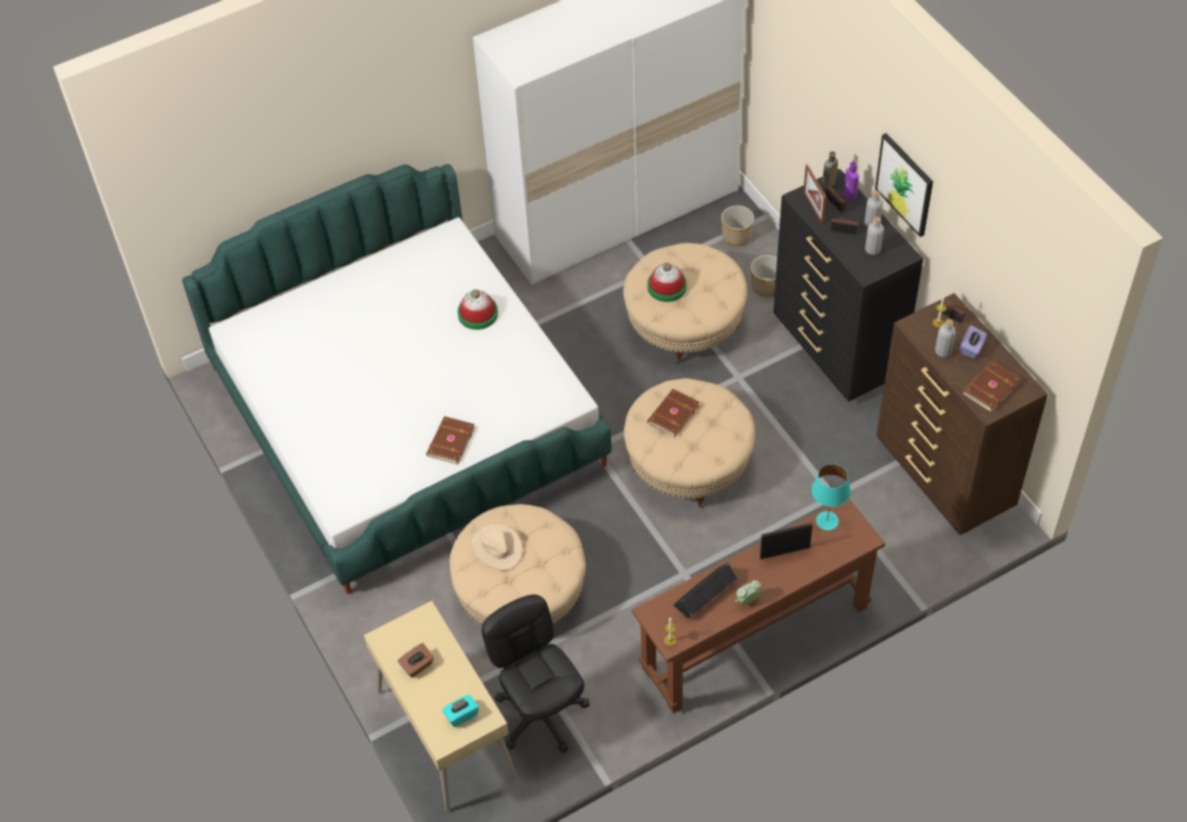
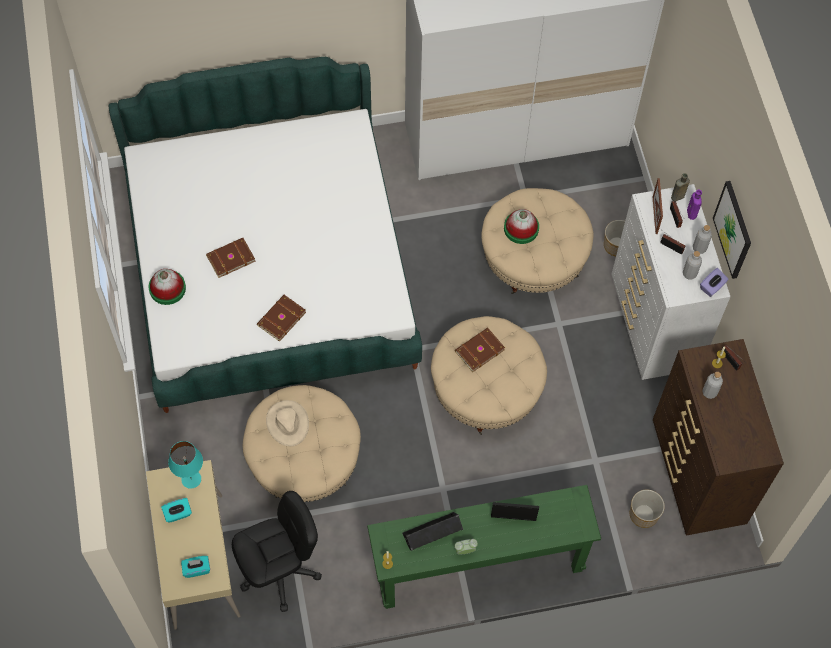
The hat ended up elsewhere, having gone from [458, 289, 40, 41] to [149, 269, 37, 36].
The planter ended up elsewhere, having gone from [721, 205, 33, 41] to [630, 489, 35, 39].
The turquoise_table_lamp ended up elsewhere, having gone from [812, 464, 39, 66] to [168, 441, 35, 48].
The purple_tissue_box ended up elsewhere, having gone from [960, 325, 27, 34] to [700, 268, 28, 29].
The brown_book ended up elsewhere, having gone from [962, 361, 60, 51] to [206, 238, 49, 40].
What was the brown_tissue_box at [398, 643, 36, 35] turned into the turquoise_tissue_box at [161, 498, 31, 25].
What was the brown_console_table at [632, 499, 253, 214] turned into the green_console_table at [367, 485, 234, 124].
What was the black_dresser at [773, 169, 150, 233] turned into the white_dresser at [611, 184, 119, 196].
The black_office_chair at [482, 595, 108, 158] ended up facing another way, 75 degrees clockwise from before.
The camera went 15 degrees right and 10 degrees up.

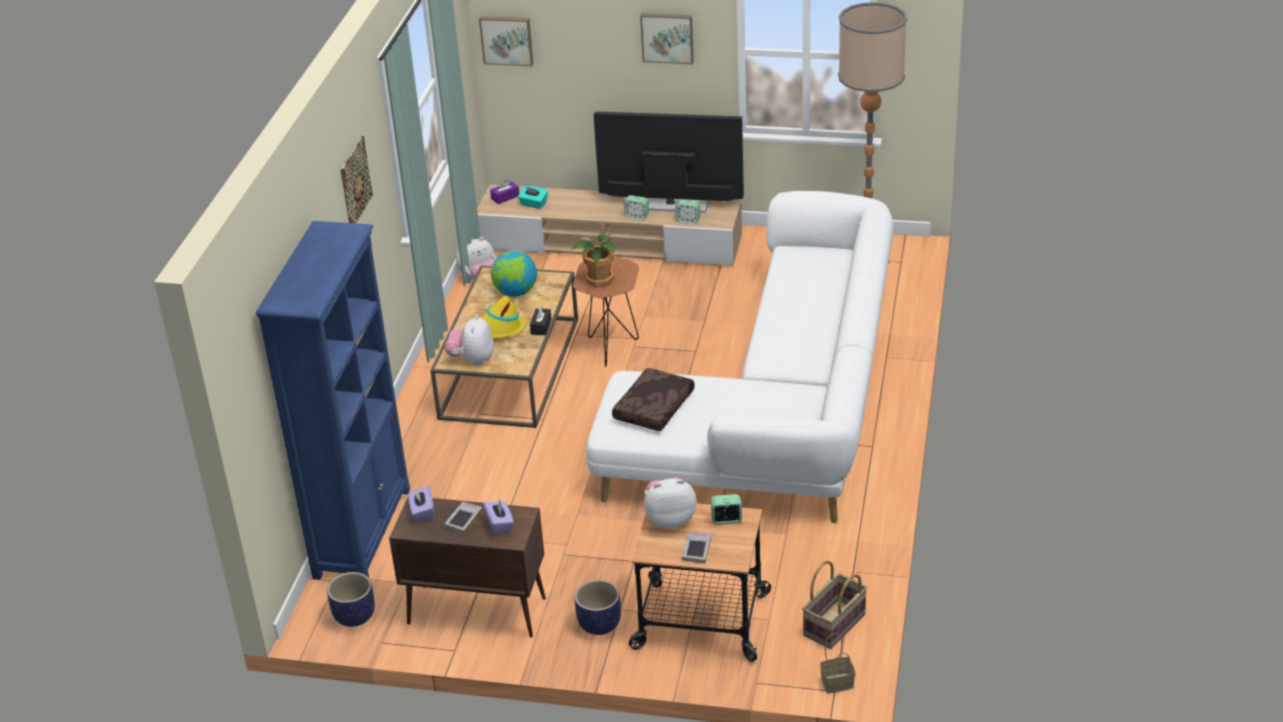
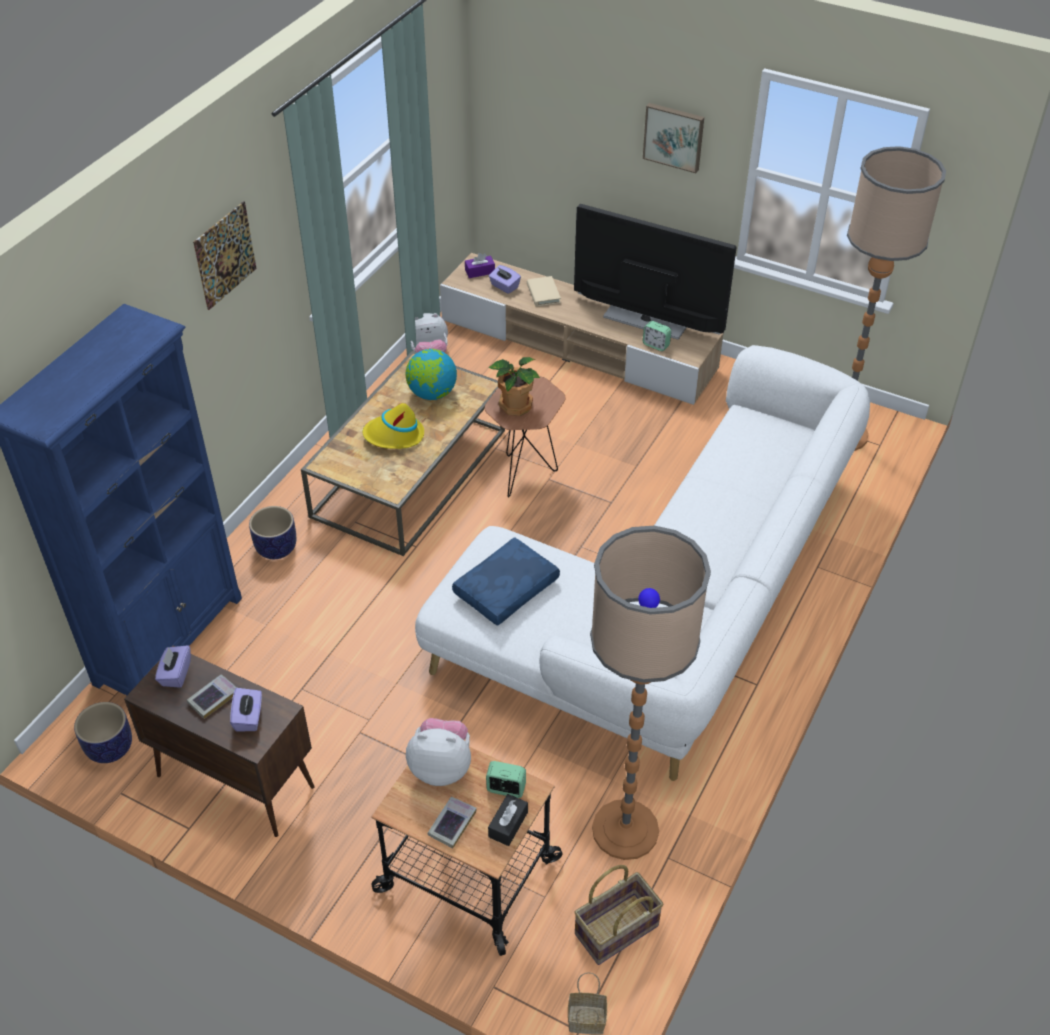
The second view lost the plush_toy at [445, 315, 49, 51].
The second view lost the picture at [479, 16, 55, 50].
The second view lost the alarm_clock at [624, 195, 25, 25].
The second view gained the beige_book at [527, 276, 34, 31].
The second view gained the floor_lamp at [590, 526, 121, 334].
The black_tissue_box ended up elsewhere, having gone from [530, 305, 21, 30] to [488, 794, 40, 52].
The planter ended up elsewhere, having gone from [574, 580, 47, 55] to [249, 506, 47, 53].
What was the turquoise_tissue_box at [518, 186, 30, 23] turned into the purple_tissue_box at [489, 265, 32, 29].
What was the brown_pillow at [612, 368, 83, 63] turned into the blue_pillow at [452, 537, 108, 89].
The camera went 15 degrees right and 10 degrees up.

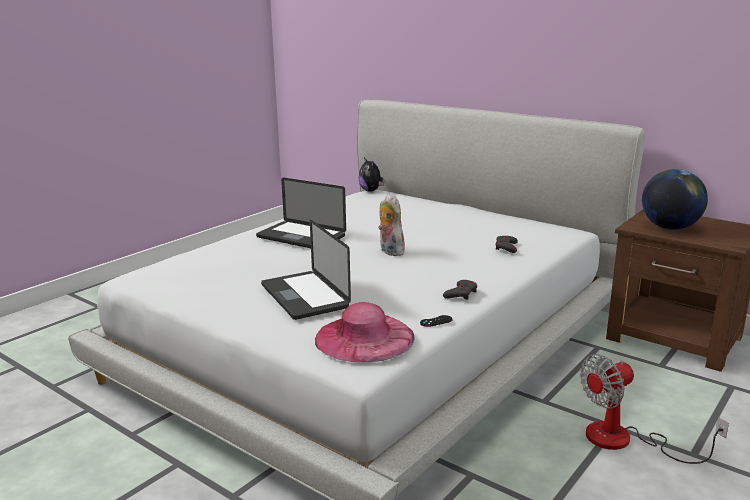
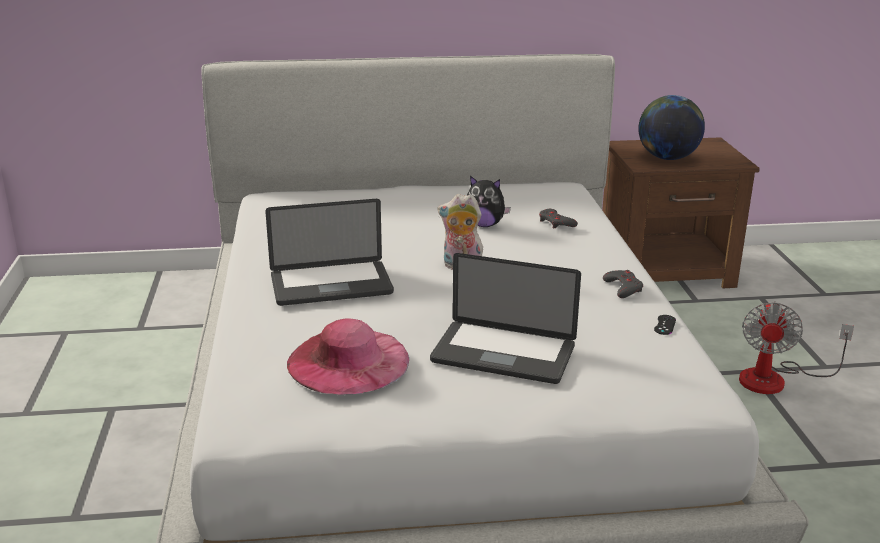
The pink_hat ended up elsewhere, having gone from [315, 302, 100, 60] to [287, 318, 122, 77].
The plush_toy ended up elsewhere, having gone from [359, 157, 25, 35] to [467, 176, 44, 51].
The camera went 45 degrees left and 5 degrees up.

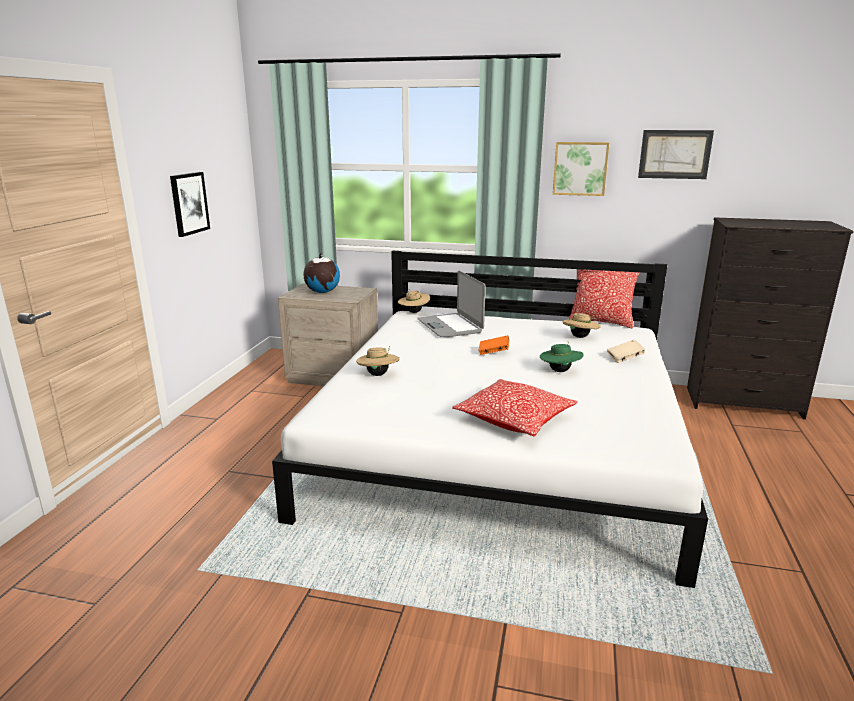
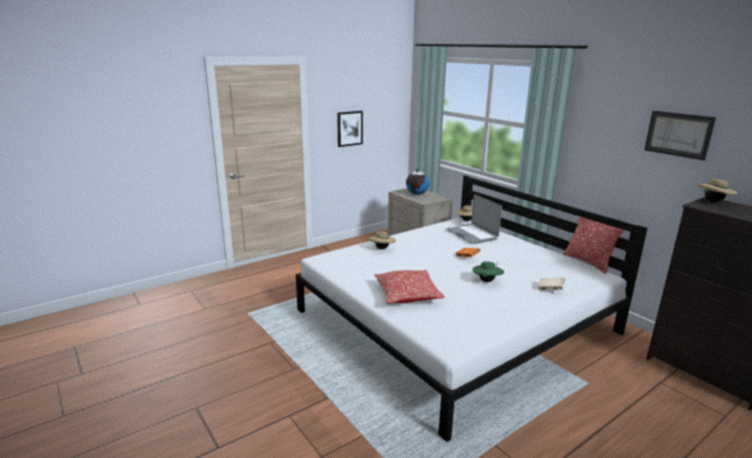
The second view lost the picture at [553, 142, 56, 54].
The beige_hat ended up elsewhere, having gone from [563, 313, 38, 25] to [697, 179, 41, 23].
The laptop at [417, 271, 69, 66] ended up facing another way, 45 degrees counterclockwise from before.
The camera went 40 degrees right and 0 degrees up.

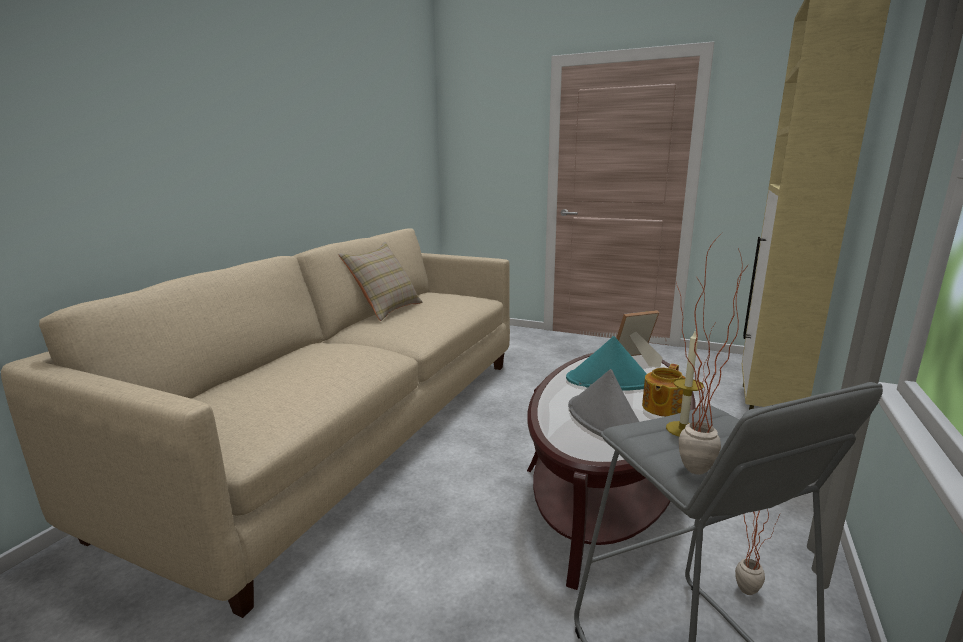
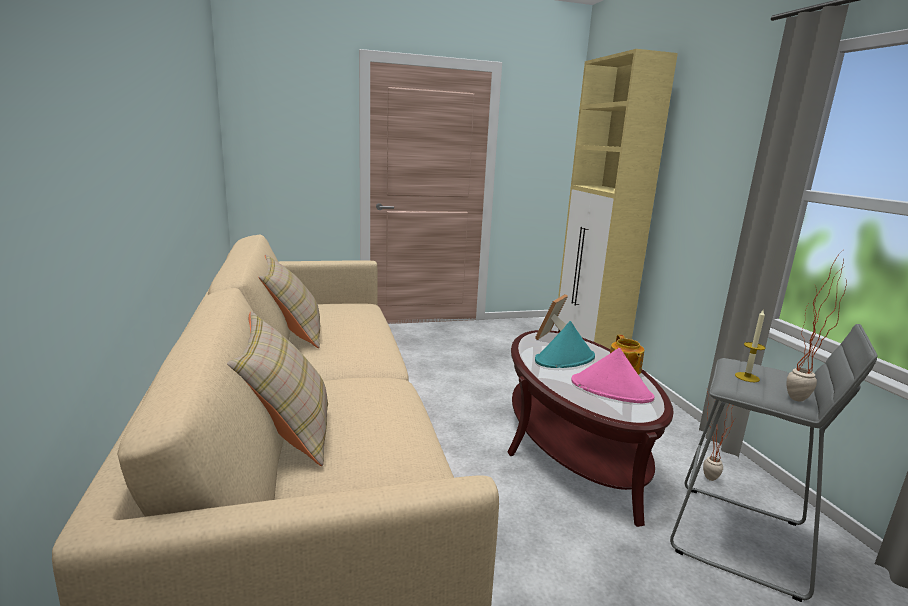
The second view gained the beige_pillow at [227, 311, 101, 155].
What was the grey_hat at [568, 369, 71, 68] turned into the pink_hat at [571, 348, 84, 55].
The camera went 40 degrees left and 0 degrees up.

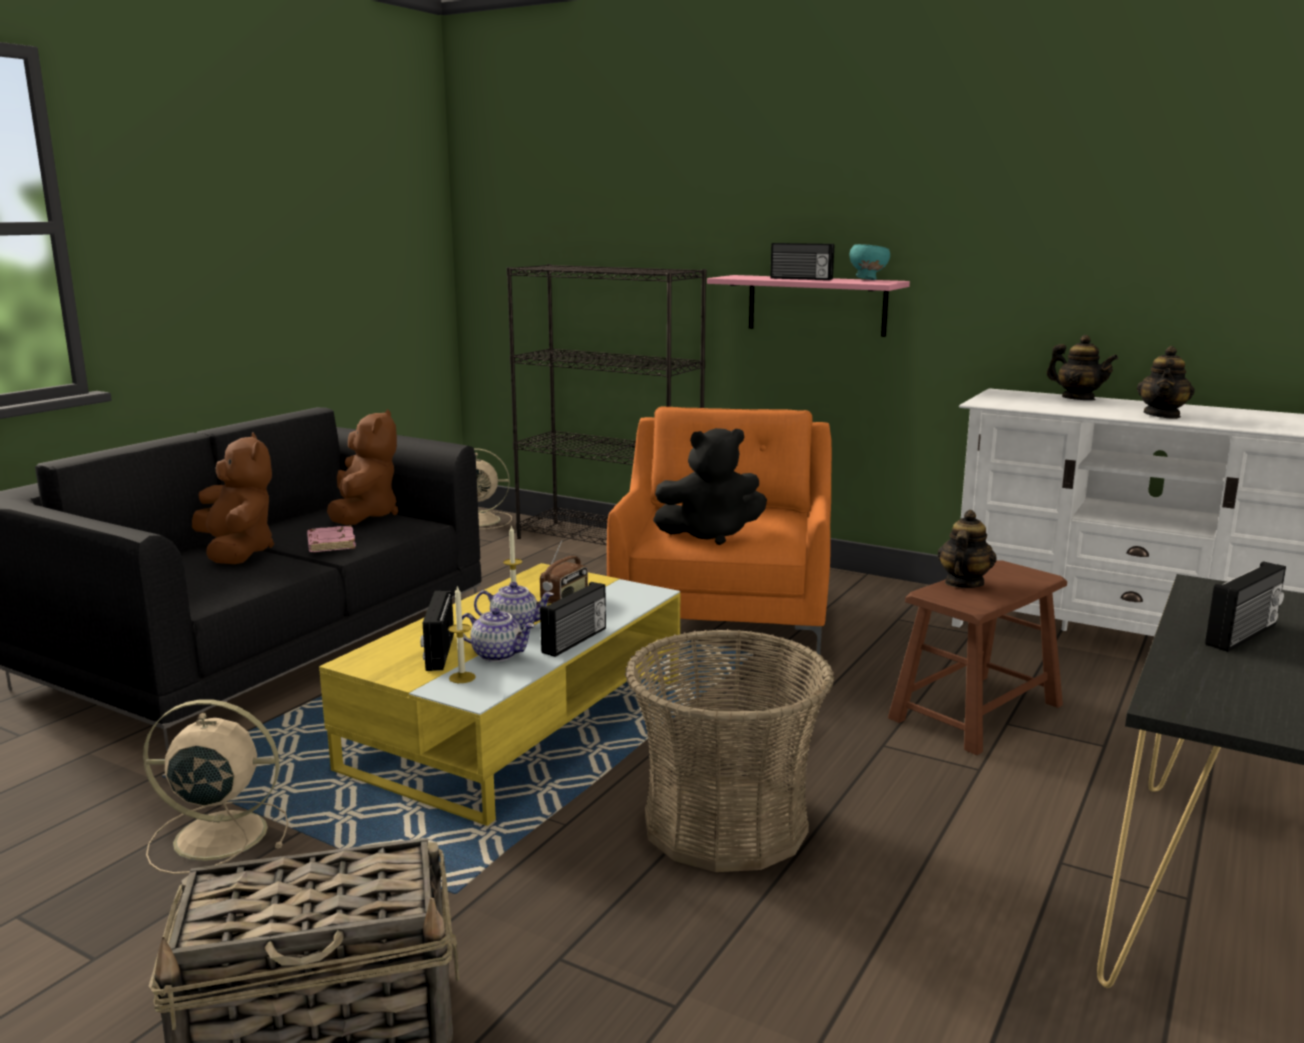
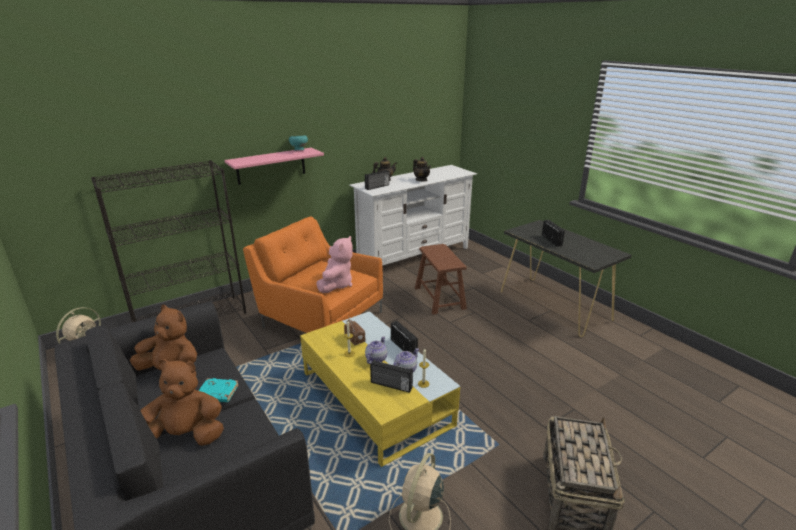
The second view lost the basket at [625, 629, 209, 243].
The second view lost the teapot at [938, 510, 59, 78].
The radio ended up elsewhere, having gone from [770, 243, 64, 37] to [365, 170, 24, 20].
What was the pink_book at [307, 525, 49, 27] turned into the turquoise_book at [199, 378, 40, 25].
What was the black_plush_toy at [653, 428, 114, 117] turned into the pink_plush_toy at [316, 236, 37, 57].
The camera went 65 degrees left and 10 degrees up.

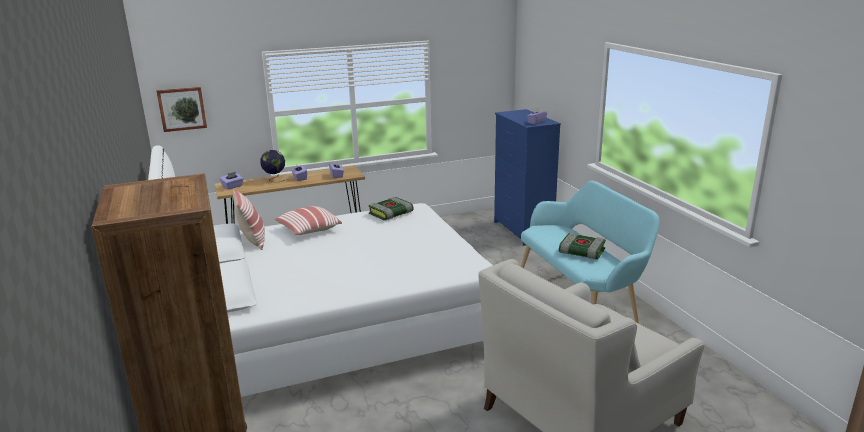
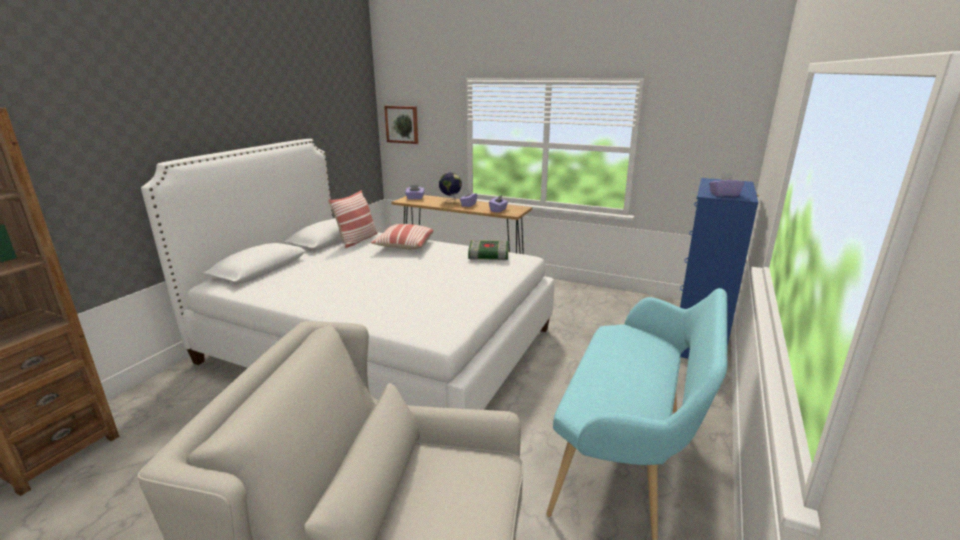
The second view lost the book at [559, 233, 47, 26].
The camera went 45 degrees right and 0 degrees up.

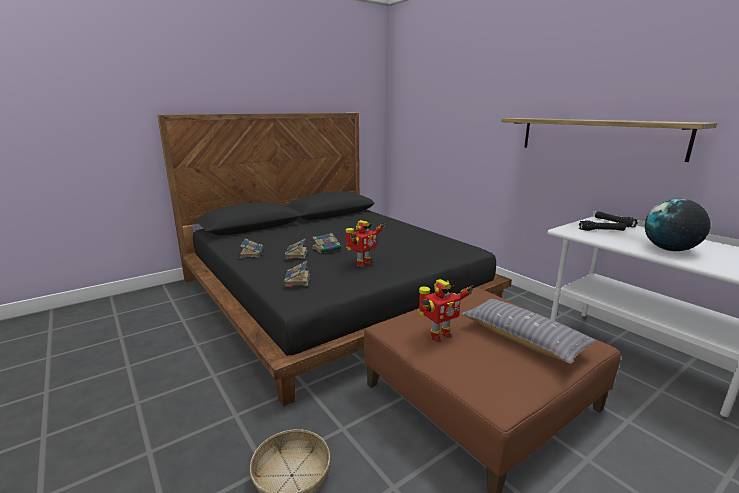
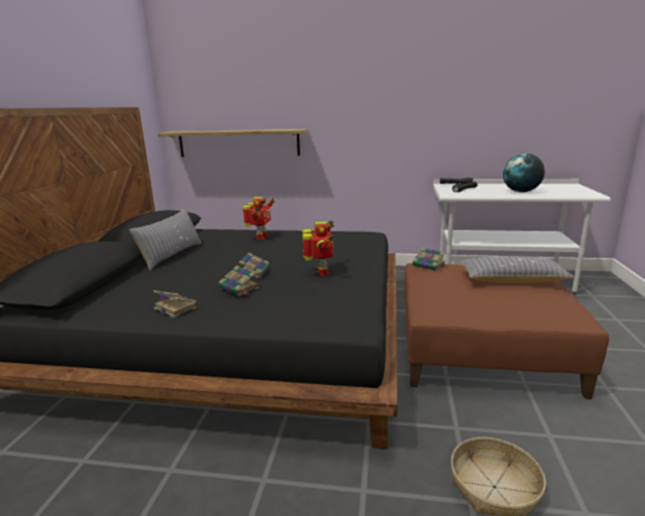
The second view gained the grey_pillow at [129, 209, 72, 62].
The book ended up elsewhere, having gone from [283, 261, 27, 26] to [413, 248, 33, 23].
The toy_robot ended up elsewhere, having gone from [418, 279, 55, 63] to [243, 197, 32, 43].
The shelf ended up elsewhere, having gone from [501, 118, 216, 44] to [158, 129, 151, 28].
The camera went 45 degrees left and 0 degrees up.

